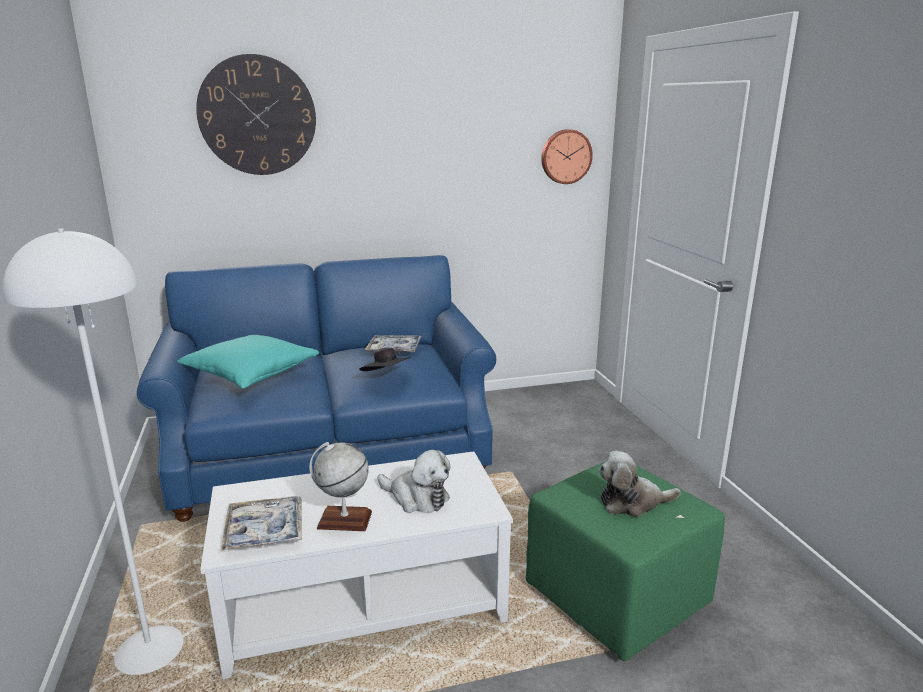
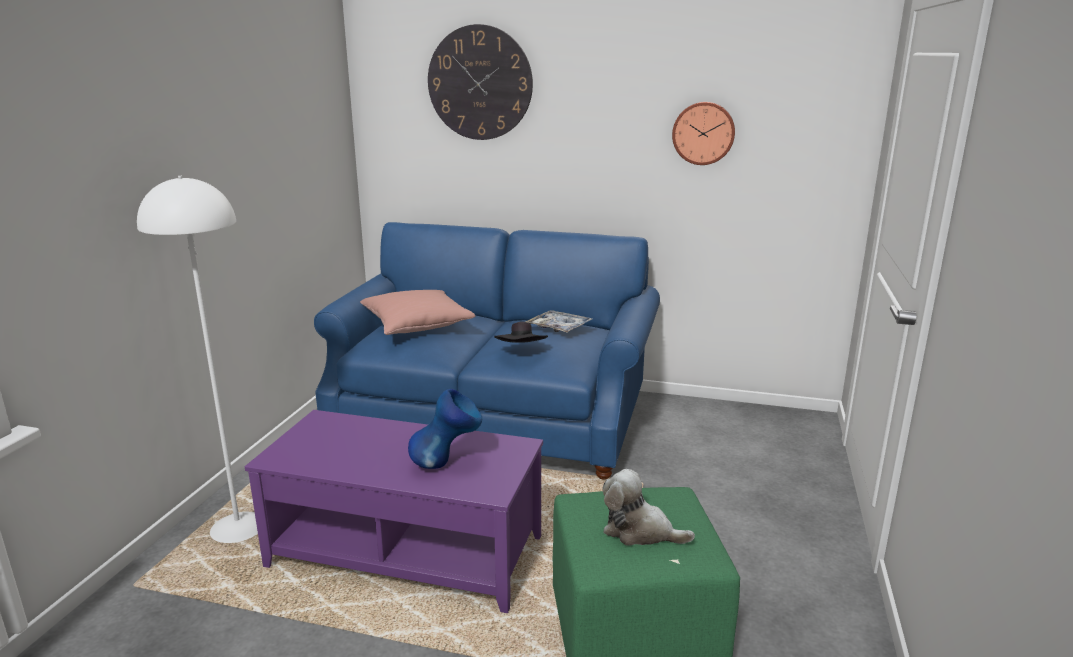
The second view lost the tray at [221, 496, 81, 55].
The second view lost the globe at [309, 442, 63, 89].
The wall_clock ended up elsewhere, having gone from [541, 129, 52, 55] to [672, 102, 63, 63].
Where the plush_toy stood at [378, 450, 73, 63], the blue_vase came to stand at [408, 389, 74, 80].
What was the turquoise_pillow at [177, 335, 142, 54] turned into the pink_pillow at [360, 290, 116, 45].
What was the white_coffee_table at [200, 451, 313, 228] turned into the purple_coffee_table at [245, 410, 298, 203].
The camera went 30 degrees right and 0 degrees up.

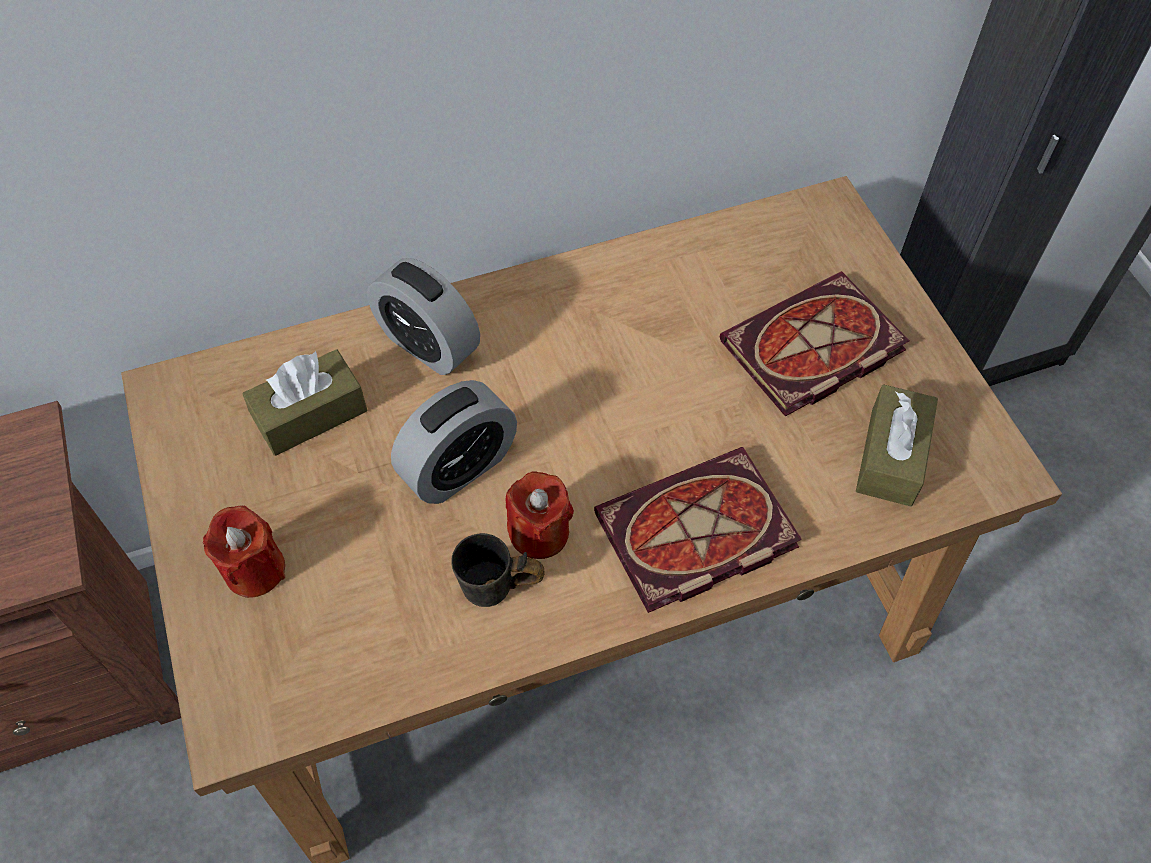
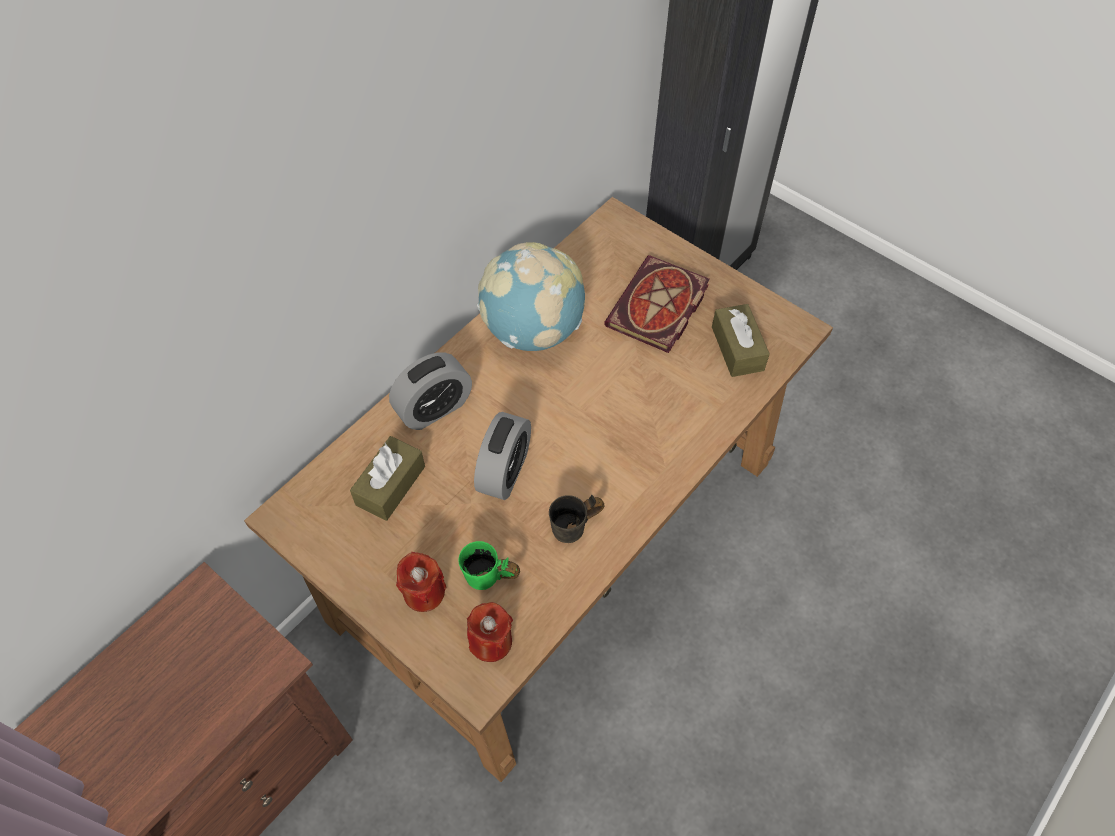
The second view lost the book at [594, 447, 208, 166].
The second view gained the green_mug at [458, 541, 62, 49].
The second view gained the globe at [477, 242, 108, 109].
The red_candle ended up elsewhere, having gone from [505, 472, 69, 87] to [467, 602, 46, 60].
The alarm_clock at [367, 258, 113, 117] ended up facing another way, 45 degrees counterclockwise from before.
The camera went 30 degrees left and 0 degrees up.

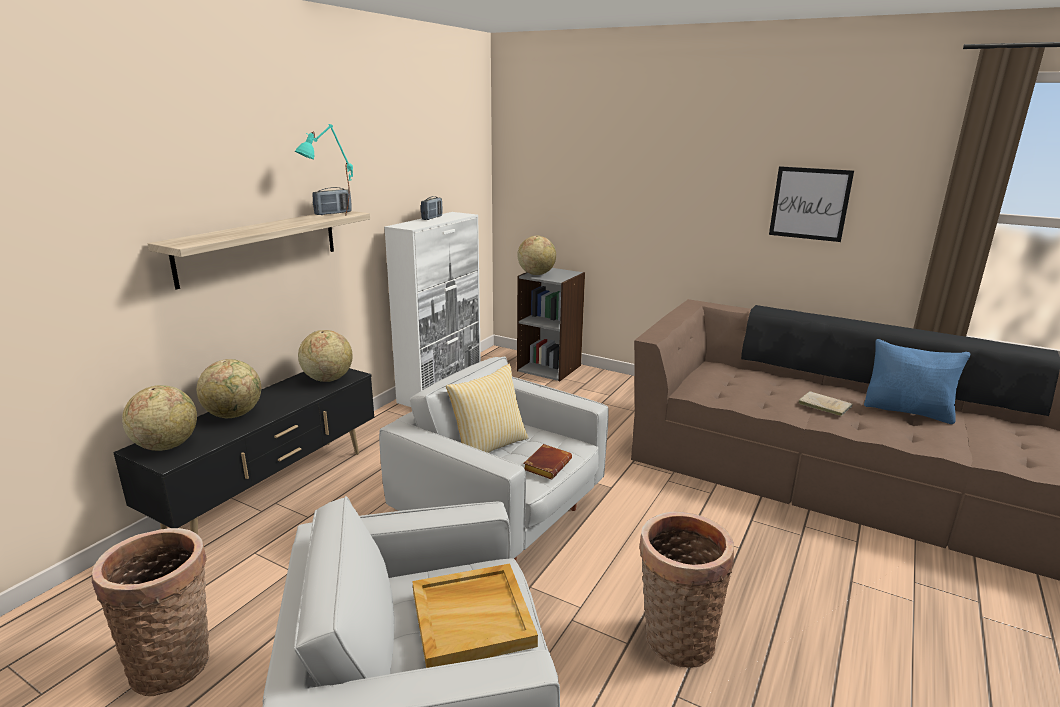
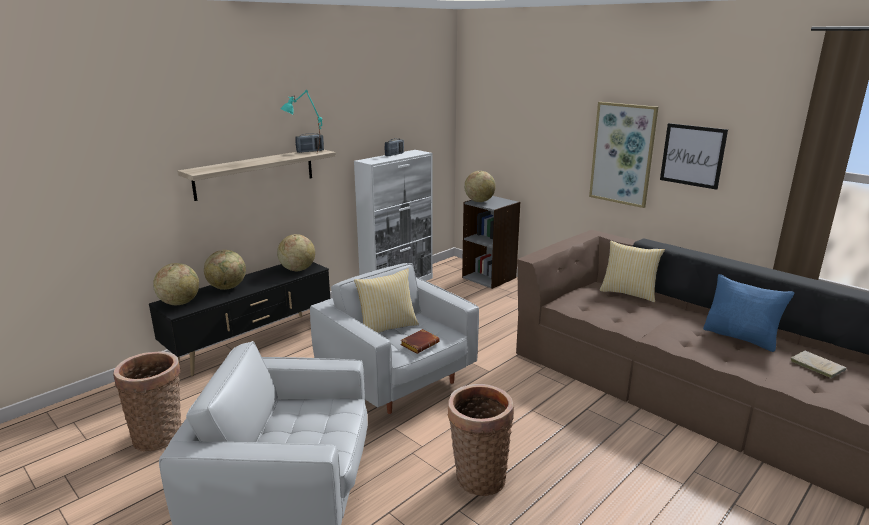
The second view lost the beige_tray at [412, 563, 126, 105].
The second view gained the picture at [589, 102, 69, 106].
The second view gained the pillow at [600, 241, 65, 61].
The beige_book ended up elsewhere, having gone from [798, 391, 55, 25] to [791, 351, 56, 27].
The camera went 15 degrees right and 0 degrees up.

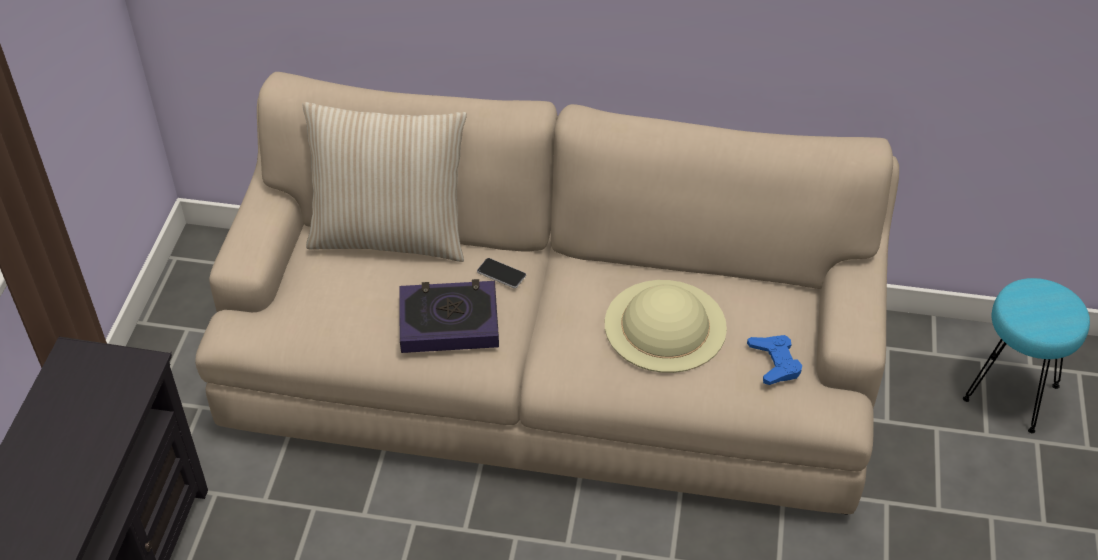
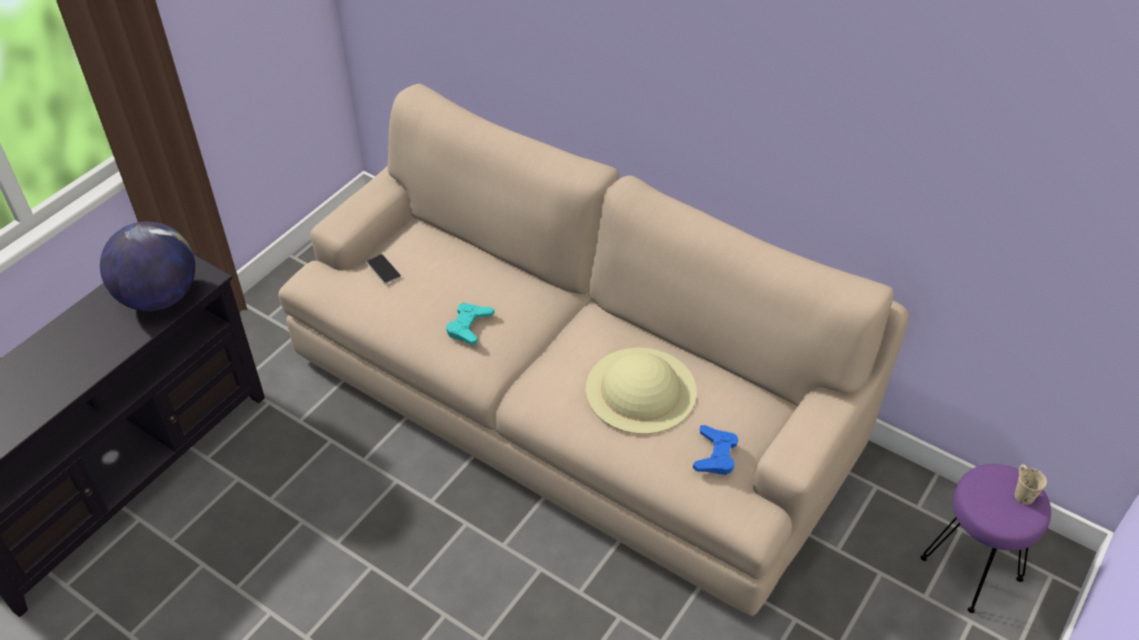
The second view lost the beige_pillow at [303, 102, 164, 160].
The second view gained the globe at [100, 222, 95, 89].
The second view gained the beige_mug at [1015, 464, 32, 41].
The phone ended up elsewhere, having gone from [477, 258, 49, 30] to [366, 254, 35, 30].
Where the book stood at [399, 279, 100, 74], the turquoise_game_controller came to stand at [446, 303, 48, 42].
What was the turquoise_stool at [963, 278, 127, 155] turned into the purple_stool at [921, 464, 130, 149].
The camera went 25 degrees right and 0 degrees up.

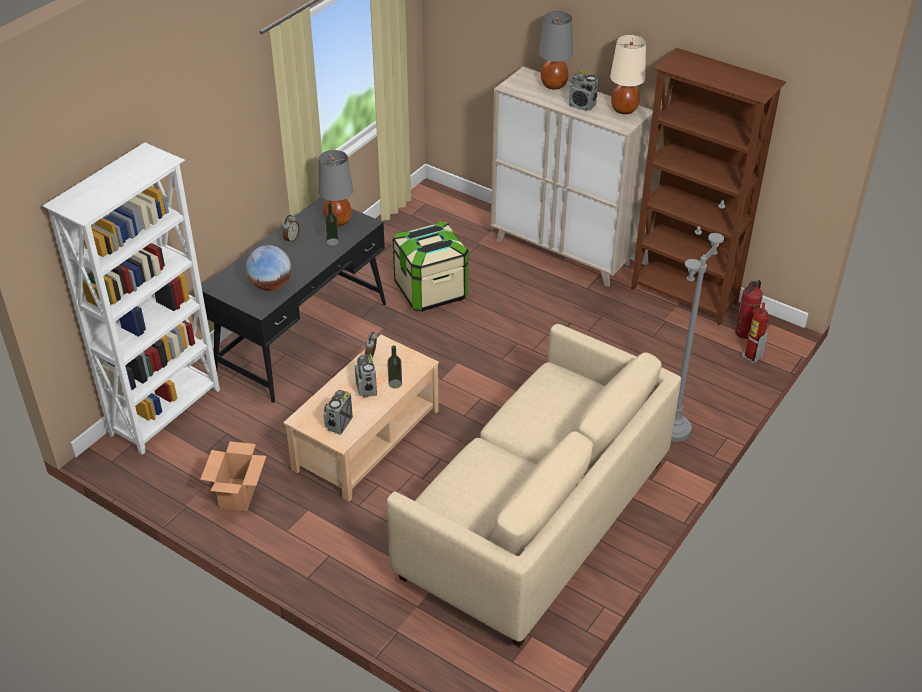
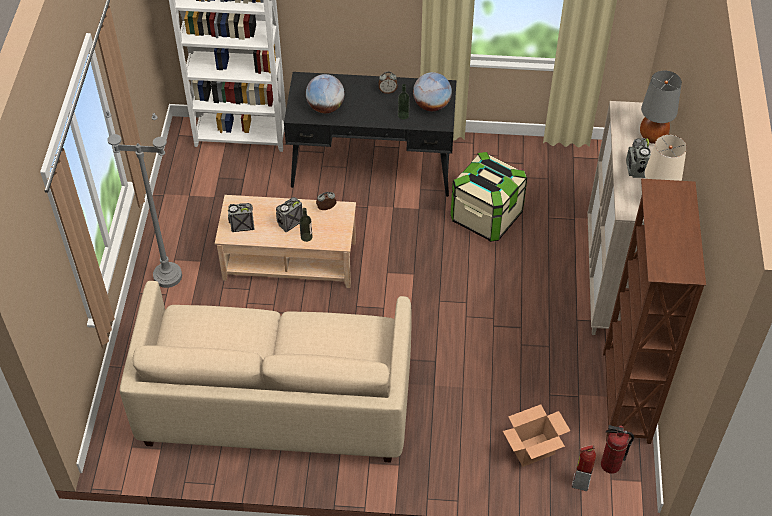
The cardboard_box ended up elsewhere, having gone from [200, 442, 66, 69] to [503, 405, 67, 62].
The grey_floor_lamp ended up elsewhere, having gone from [671, 200, 54, 242] to [105, 111, 77, 177].
Where the grey_table_lamp stood at [318, 150, 35, 76], the globe came to stand at [413, 72, 39, 39].
The camera went 60 degrees right and 10 degrees up.

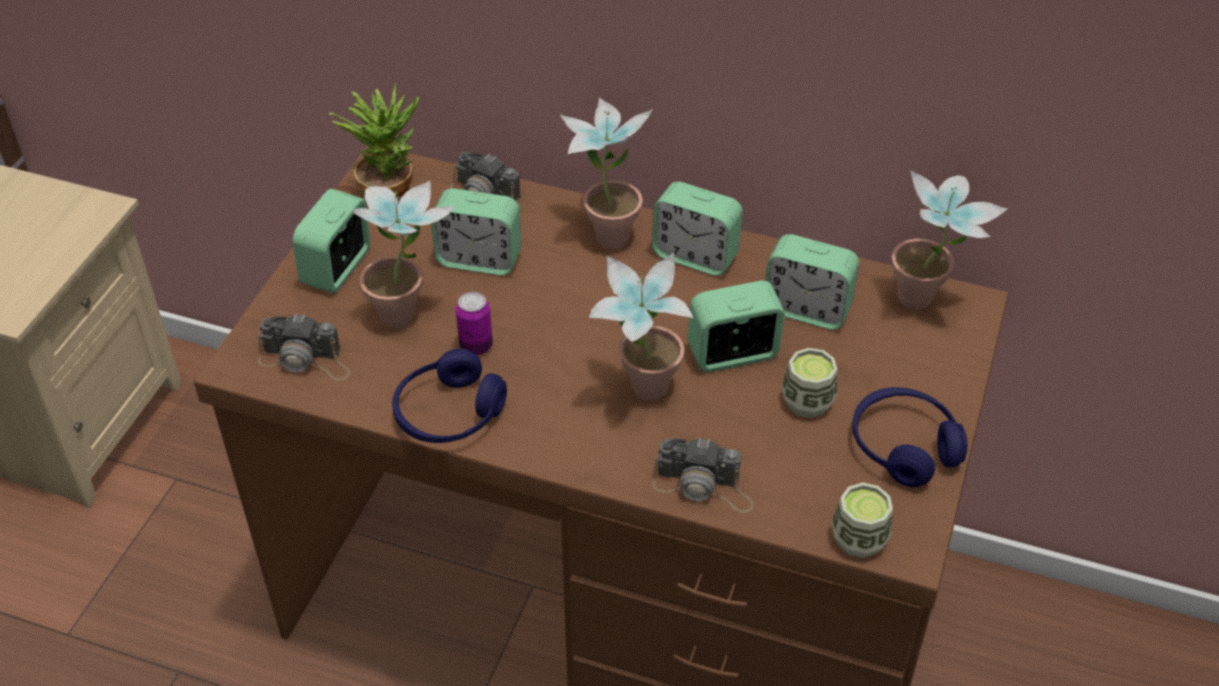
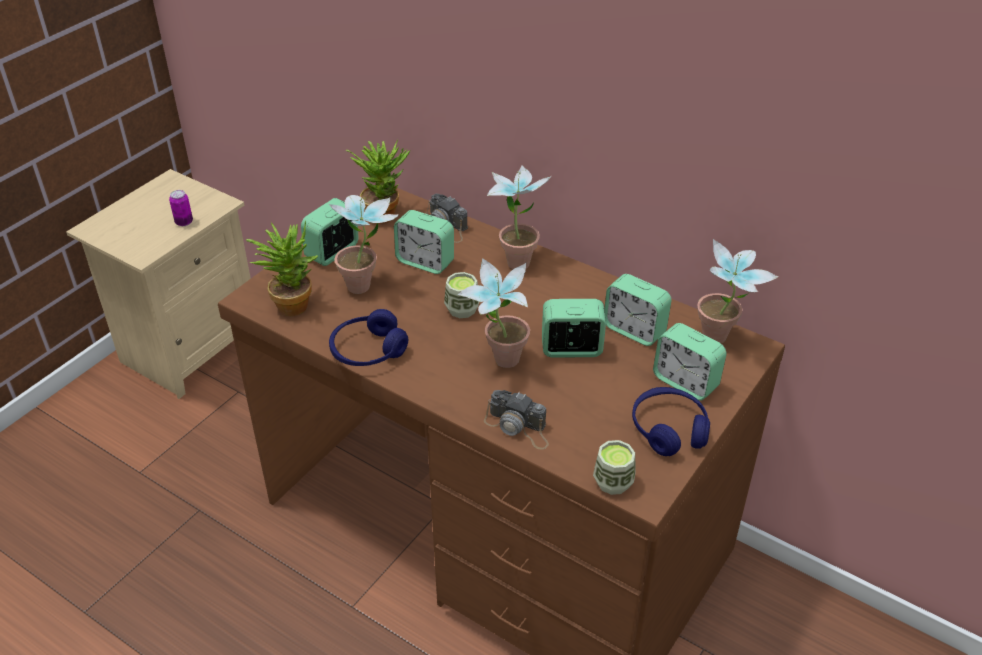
The can ended up elsewhere, having gone from [456, 292, 37, 63] to [169, 190, 24, 36].
The alarm_clock ended up elsewhere, having gone from [652, 182, 91, 94] to [653, 323, 74, 78].
The cup ended up elsewhere, having gone from [782, 348, 55, 70] to [444, 272, 35, 46].
Where the photo_camera stood at [258, 314, 92, 67], the potted_plant came to stand at [246, 221, 72, 95].
The camera went 15 degrees right and 5 degrees down.

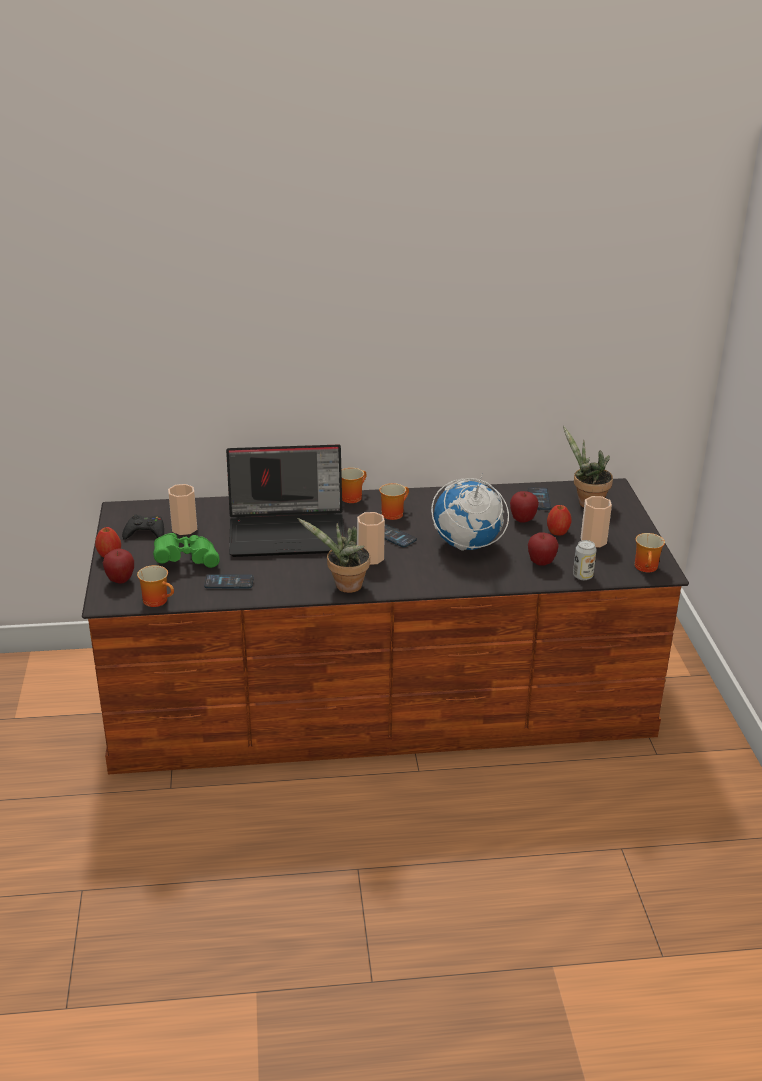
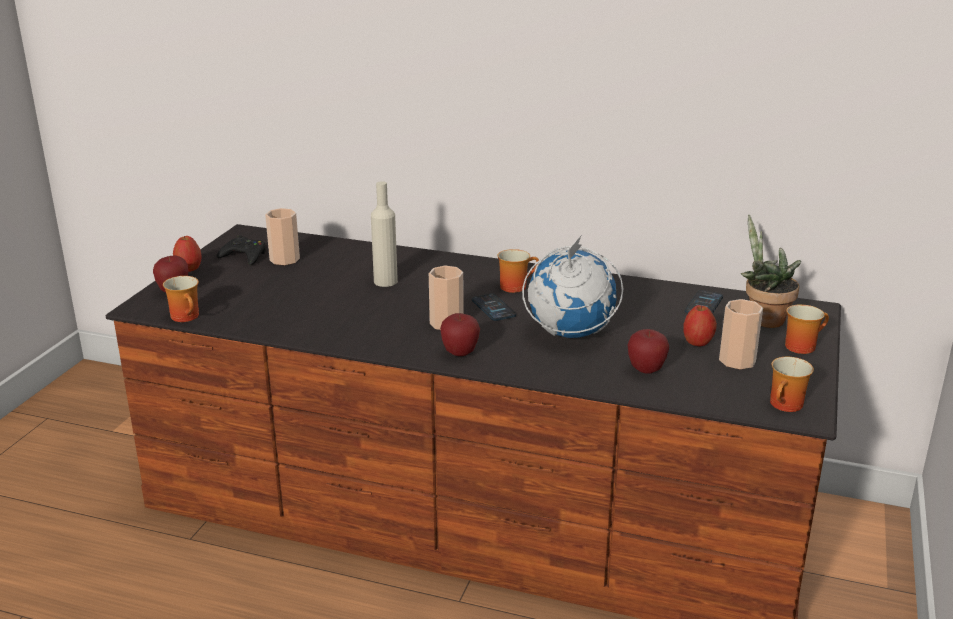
The second view lost the green_binoculars at [153, 533, 67, 35].
The second view lost the phone at [204, 574, 50, 14].
The second view lost the potted_plant at [297, 518, 73, 75].
The second view lost the can at [573, 540, 23, 40].
The mug ended up elsewhere, having gone from [341, 468, 26, 35] to [785, 304, 44, 50].
The apple ended up elsewhere, having gone from [510, 491, 29, 32] to [440, 313, 40, 43].
Where the laptop stood at [226, 444, 119, 113], the beige_bottle came to stand at [371, 181, 27, 106].
The camera went 25 degrees right and 5 degrees down.

